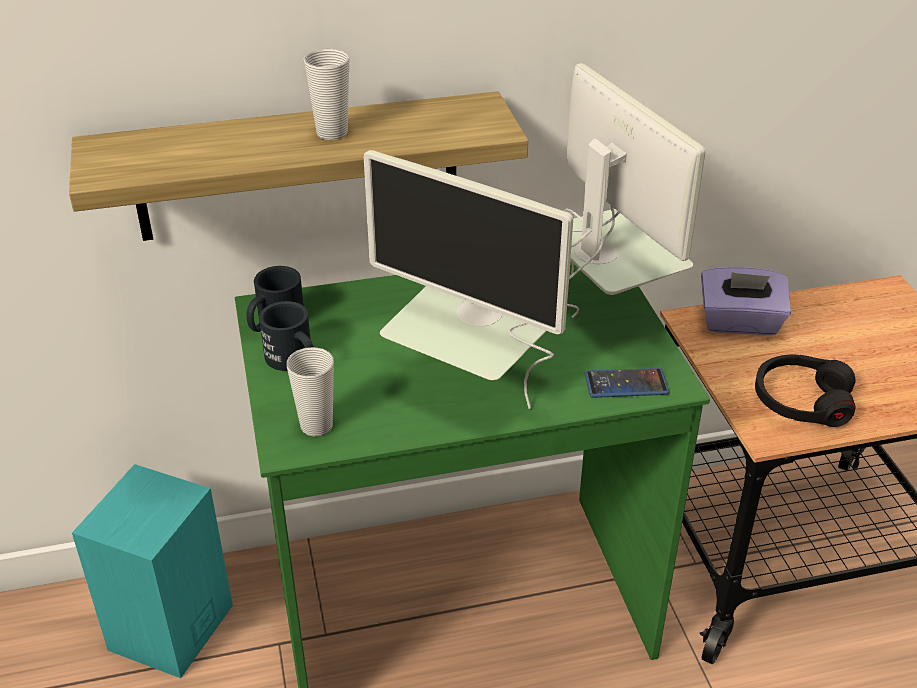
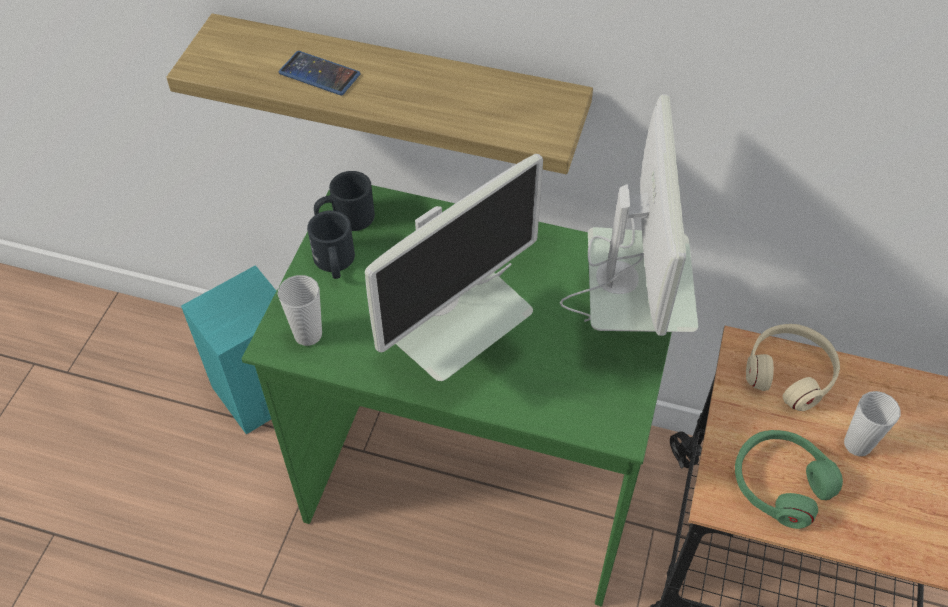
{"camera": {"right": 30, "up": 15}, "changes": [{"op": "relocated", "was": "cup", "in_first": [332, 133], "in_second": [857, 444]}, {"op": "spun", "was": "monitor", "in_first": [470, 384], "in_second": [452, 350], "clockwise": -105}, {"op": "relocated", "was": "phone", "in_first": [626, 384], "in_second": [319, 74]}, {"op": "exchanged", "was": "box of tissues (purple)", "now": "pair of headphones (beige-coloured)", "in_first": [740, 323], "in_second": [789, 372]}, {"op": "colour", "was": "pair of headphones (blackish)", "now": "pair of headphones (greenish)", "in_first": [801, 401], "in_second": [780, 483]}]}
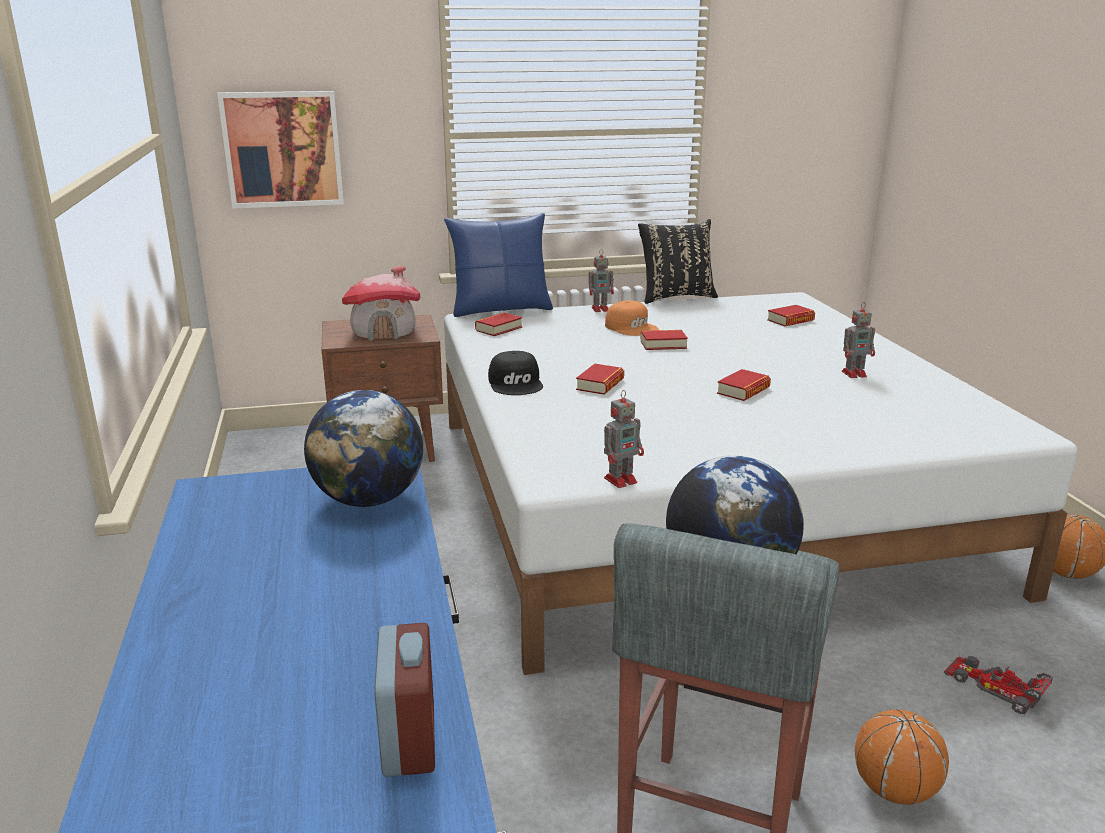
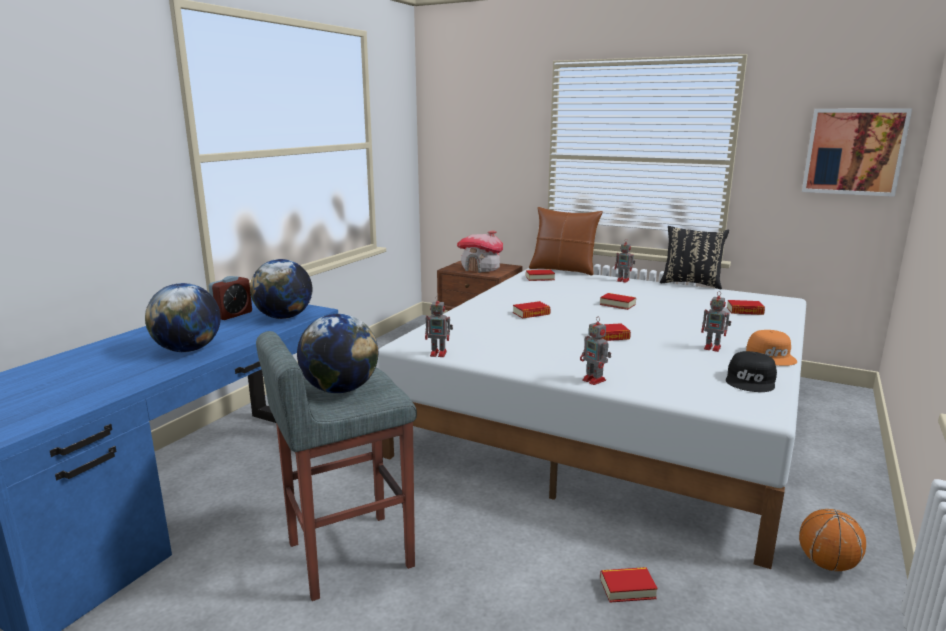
{"camera": {"right": 40, "up": -5}, "changes": [{"op": "relocated", "was": "wall picture", "in_first": [283, 149], "in_second": [854, 151]}, {"op": "relocated", "was": "bedside clock", "in_first": [409, 739], "in_second": [232, 315]}, {"op": "colour", "was": "throw pillow (blue-coloured)", "now": "throw pillow (brown-coloured)", "in_first": [500, 309], "in_second": [563, 270]}, {"op": "relocated", "was": "peaked cap (blackish)", "in_first": [516, 383], "in_second": [751, 380]}, {"op": "relocated", "was": "peaked cap (orange)", "in_first": [631, 327], "in_second": [771, 356]}, {"op": "missing", "was": "basketball", "in_first": [894, 790]}, {"op": "exchanged", "was": "toy car", "now": "book", "in_first": [995, 686], "in_second": [627, 588]}, {"op": "appeared", "now": "desk globe", "in_second": [188, 350]}, {"op": "appeared", "now": "toy robot", "in_second": [595, 380]}]}
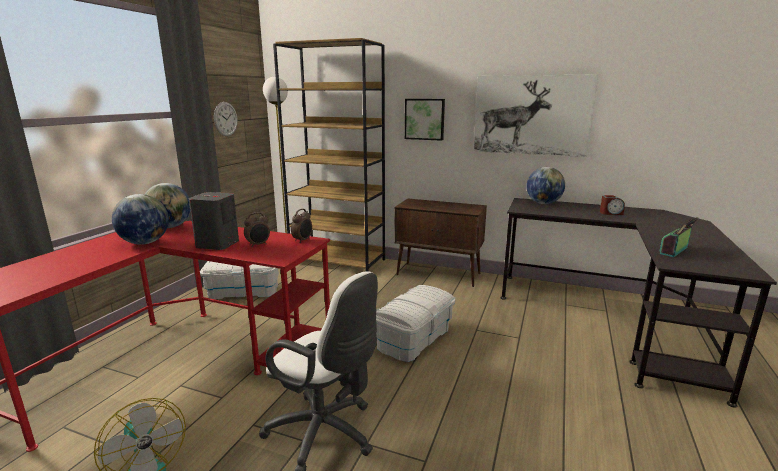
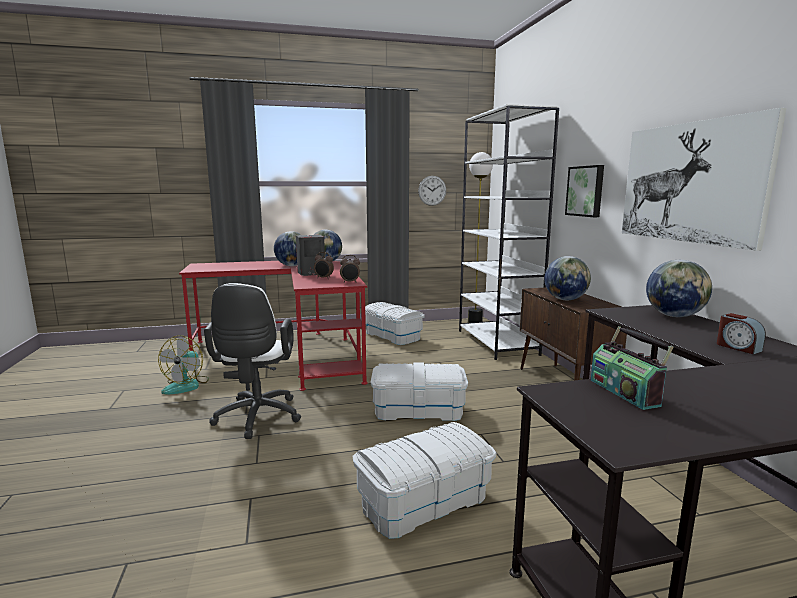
{"camera": {"right": 55, "up": -5}, "changes": [{"op": "colour", "was": "shelving unit (brown-coloured)", "now": "shelving unit (white-coloured)", "in_first": [338, 261], "in_second": [497, 342]}, {"op": "spun", "was": "radio set", "in_first": [675, 251], "in_second": [625, 392], "clockwise": -120}, {"op": "appeared", "now": "storage bin (white-coloured)", "in_second": [424, 502]}, {"op": "appeared", "now": "desk globe", "in_second": [565, 299]}]}
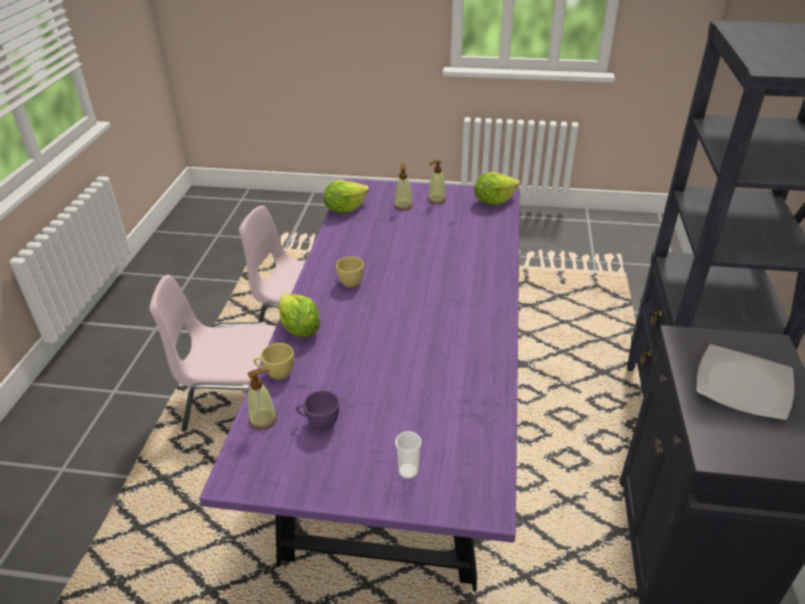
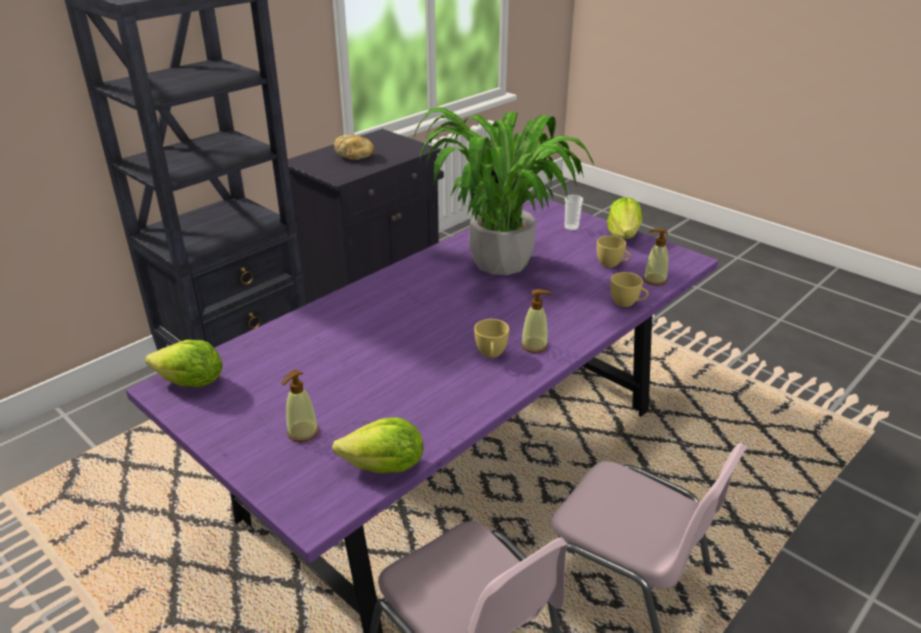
{"camera": {"right": -145, "up": -5}, "changes": [{"op": "relocated", "was": "head of lettuce", "in_first": [299, 329], "in_second": [623, 235]}, {"op": "colour", "was": "cup (purple)", "now": "cup (yellowish)", "in_first": [319, 423], "in_second": [612, 264]}, {"op": "relocated", "was": "liquid soap bottle", "in_first": [436, 199], "in_second": [534, 345]}, {"op": "exchanged", "was": "flat dish", "now": "baked bread", "in_first": [744, 386], "in_second": [355, 156]}, {"op": "appeared", "now": "plant in a pot", "in_second": [502, 262]}]}
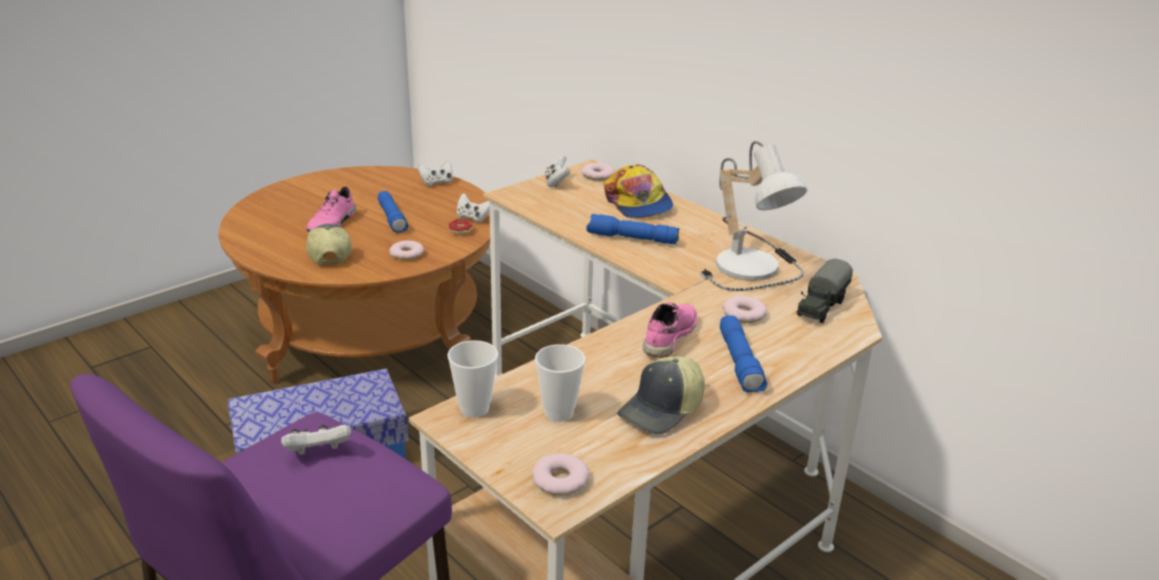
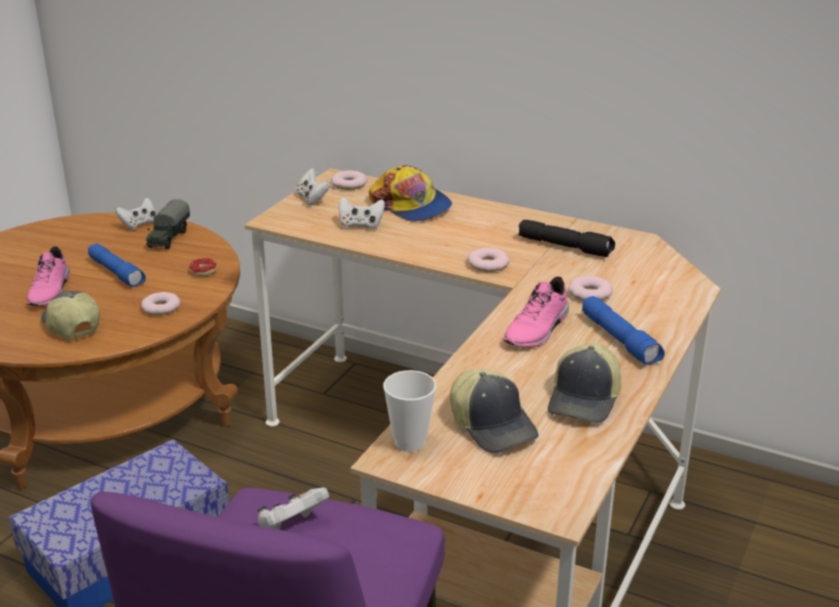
{"camera": {"right": -20, "up": 0}, "changes": [{"op": "relocated", "was": "joypad (white-coloured)", "in_first": [473, 218], "in_second": [361, 225]}, {"op": "relocated", "was": "ring doughnut", "in_first": [559, 479], "in_second": [487, 264]}, {"op": "exchanged", "was": "cup", "now": "peaked cap", "in_first": [559, 412], "in_second": [493, 426]}, {"op": "missing", "was": "flashlight (blue-coloured)", "in_first": [631, 239]}, {"op": "spun", "was": "item of footwear (pink-coloured)", "in_first": [668, 337], "in_second": [538, 330], "clockwise": -150}, {"op": "exchanged", "was": "table lamp", "now": "flashlight (blackish)", "in_first": [754, 266], "in_second": [566, 247]}, {"op": "relocated", "was": "model truck", "in_first": [821, 307], "in_second": [168, 238]}]}
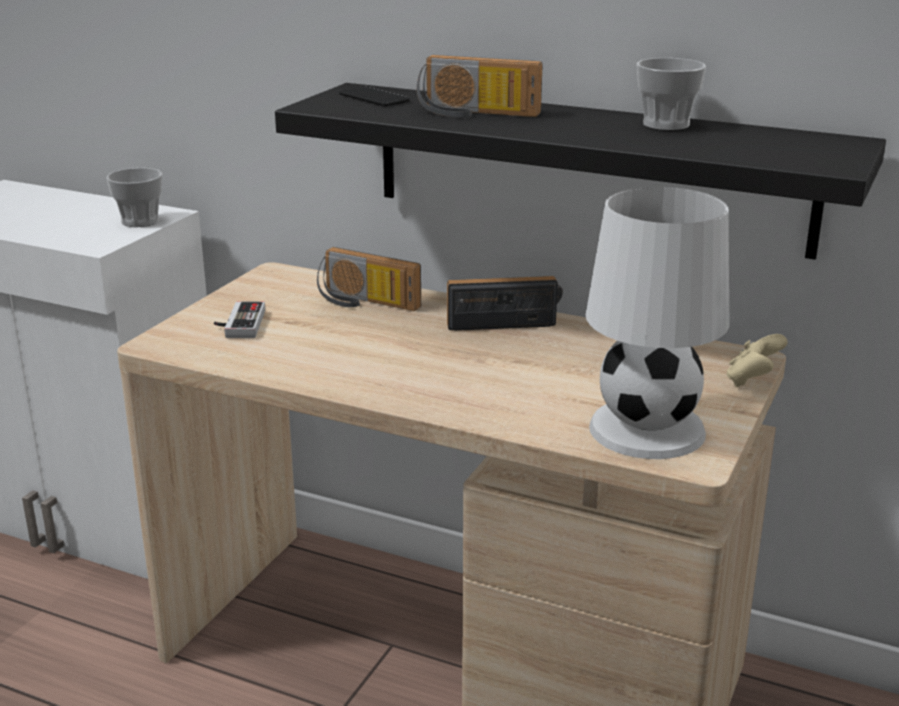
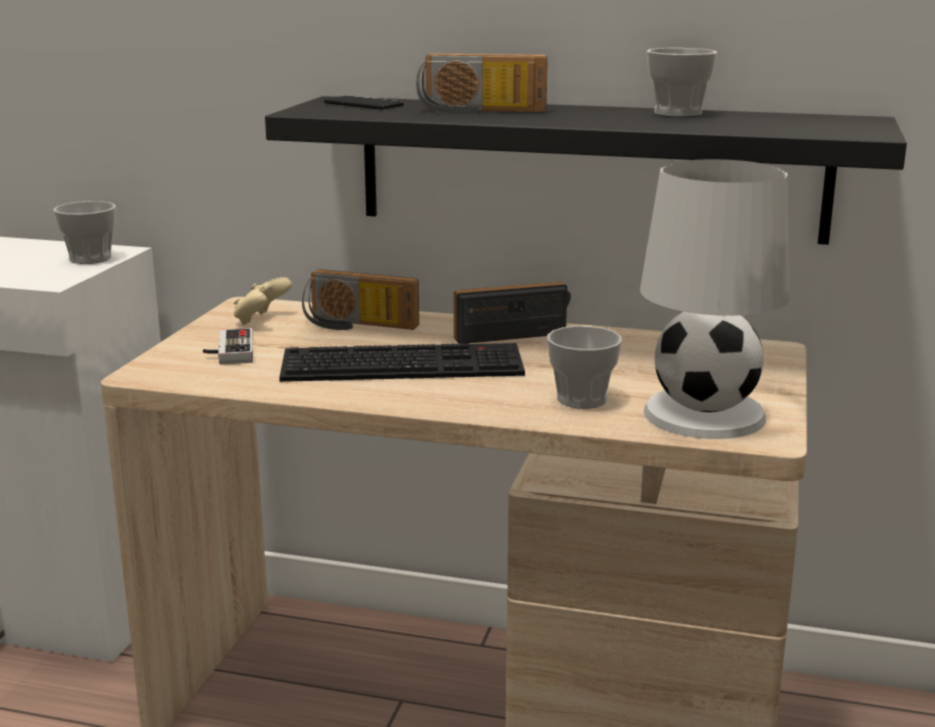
{"camera": {"right": -10, "up": -5}, "changes": [{"op": "relocated", "was": "joypad (beige-coloured)", "in_first": [752, 381], "in_second": [261, 320]}, {"op": "appeared", "now": "PC keyboard", "in_second": [405, 363]}, {"op": "appeared", "now": "cup", "in_second": [582, 399]}]}
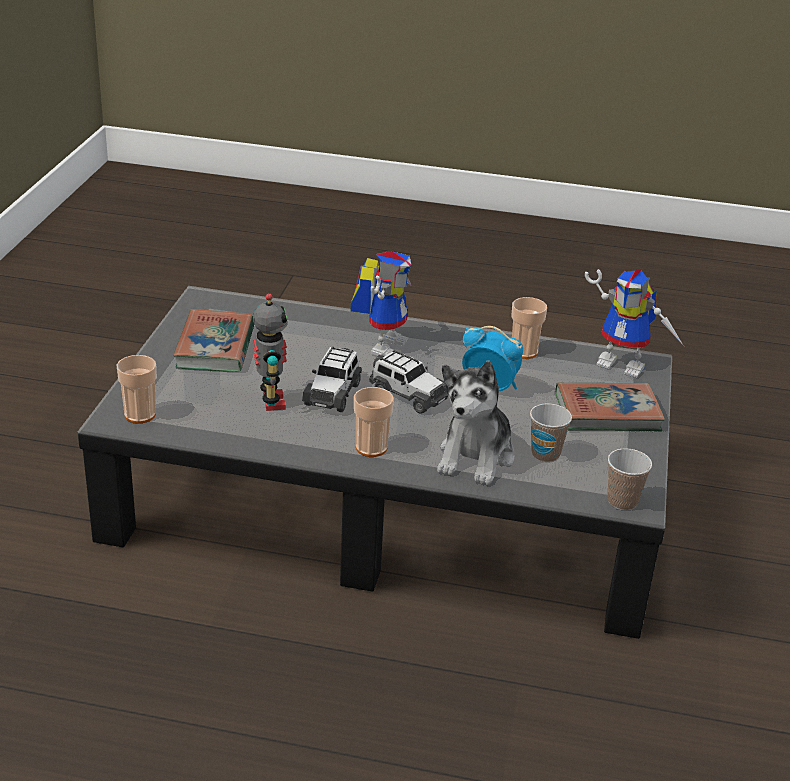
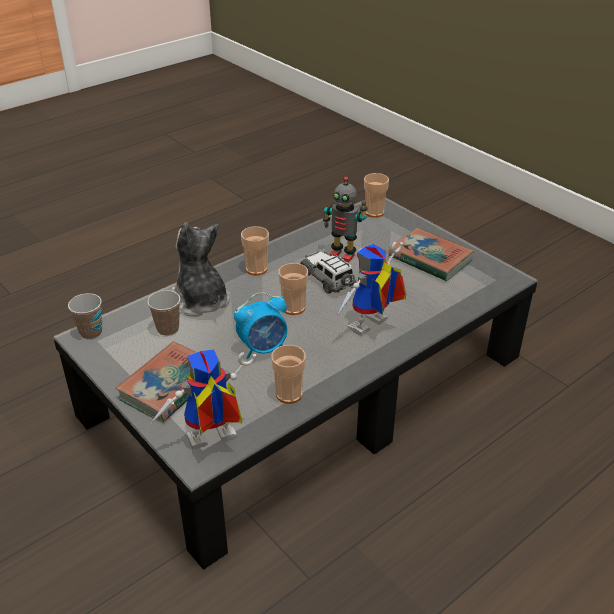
{"camera": {"right": 130, "up": 5}, "changes": [{"op": "spun", "was": "toy robot", "in_first": [383, 343], "in_second": [370, 328], "clockwise": 75}, {"op": "exchanged", "was": "toy car", "now": "cup", "in_first": [408, 395], "in_second": [293, 307]}]}
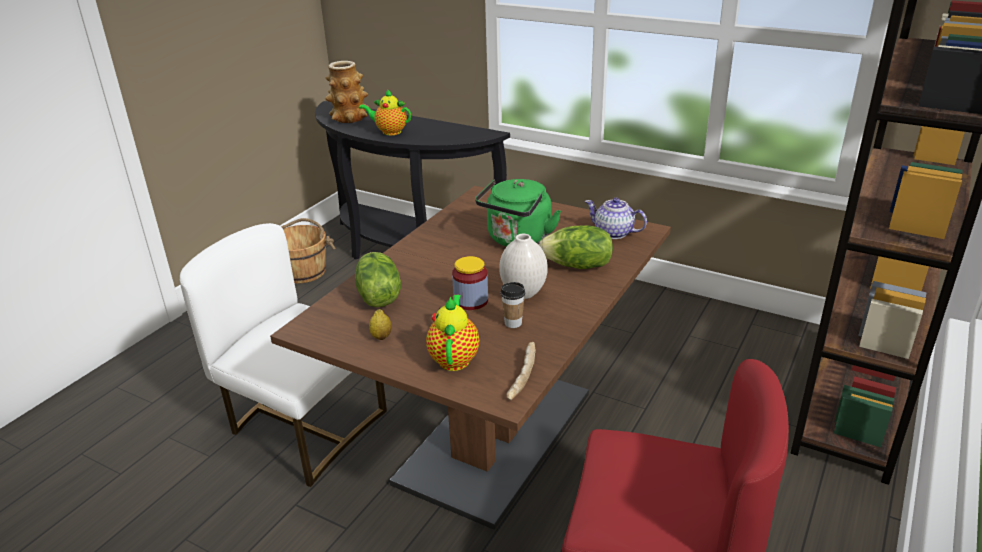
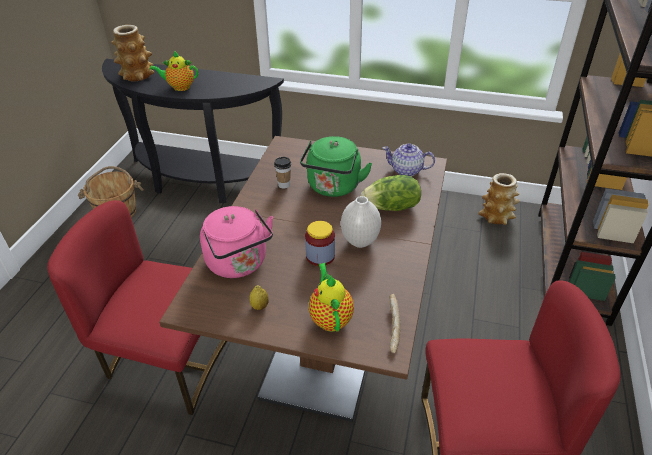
{"camera": {"right": -15, "up": 10}, "changes": [{"op": "colour", "was": "upright chair (white-coloured)", "now": "upright chair (red-coloured)", "in_first": [304, 427], "in_second": [168, 360]}, {"op": "exchanged", "was": "head of lettuce", "now": "water kettle (pink-coloured)", "in_first": [378, 296], "in_second": [239, 264]}, {"op": "relocated", "was": "cup", "in_first": [513, 323], "in_second": [284, 185]}, {"op": "appeared", "now": "decorative vase", "in_second": [496, 217]}]}
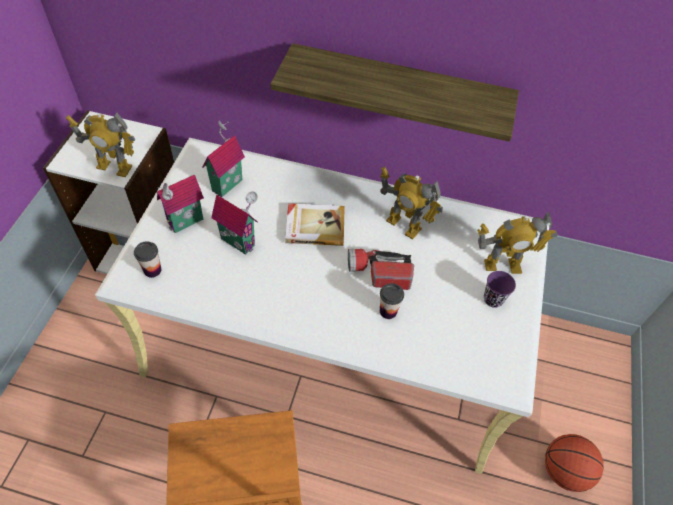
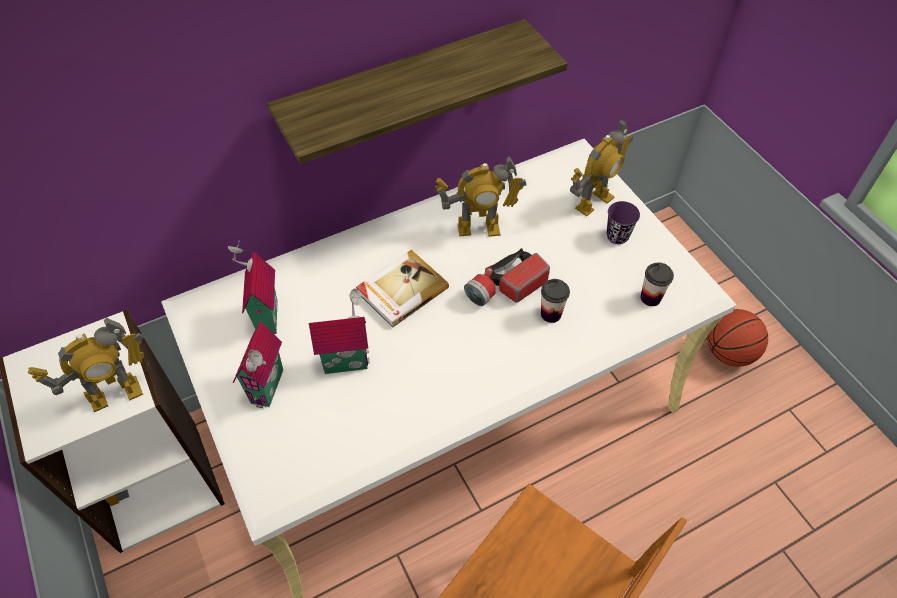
{"camera": {"right": -40, "up": 0}, "changes": [{"op": "relocated", "was": "cup", "in_first": [152, 270], "in_second": [650, 298]}]}
